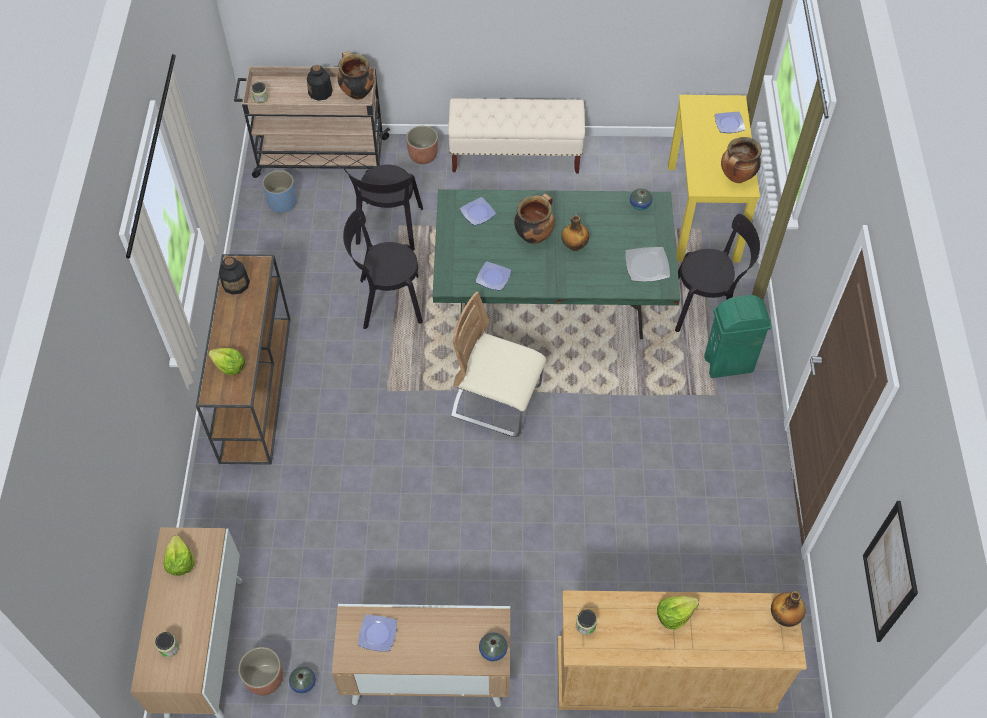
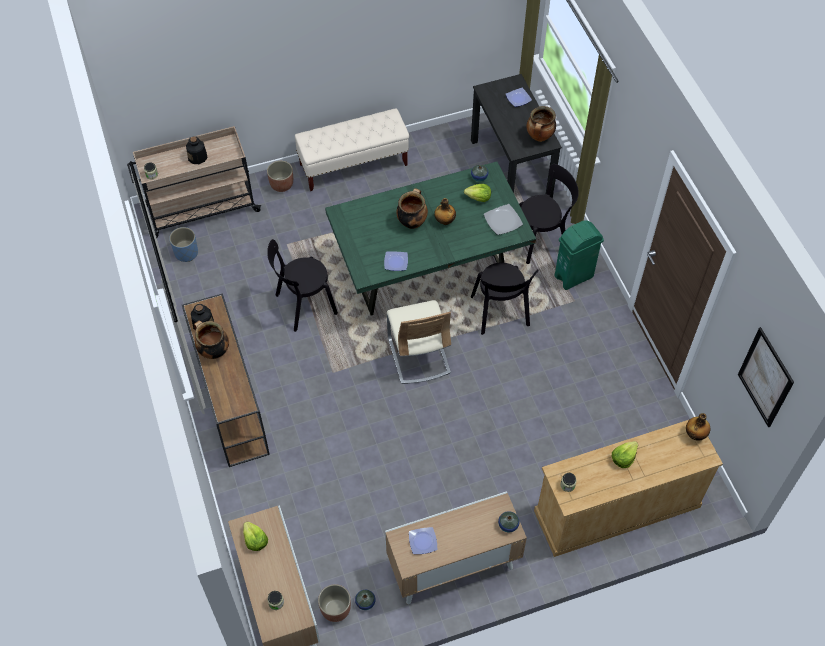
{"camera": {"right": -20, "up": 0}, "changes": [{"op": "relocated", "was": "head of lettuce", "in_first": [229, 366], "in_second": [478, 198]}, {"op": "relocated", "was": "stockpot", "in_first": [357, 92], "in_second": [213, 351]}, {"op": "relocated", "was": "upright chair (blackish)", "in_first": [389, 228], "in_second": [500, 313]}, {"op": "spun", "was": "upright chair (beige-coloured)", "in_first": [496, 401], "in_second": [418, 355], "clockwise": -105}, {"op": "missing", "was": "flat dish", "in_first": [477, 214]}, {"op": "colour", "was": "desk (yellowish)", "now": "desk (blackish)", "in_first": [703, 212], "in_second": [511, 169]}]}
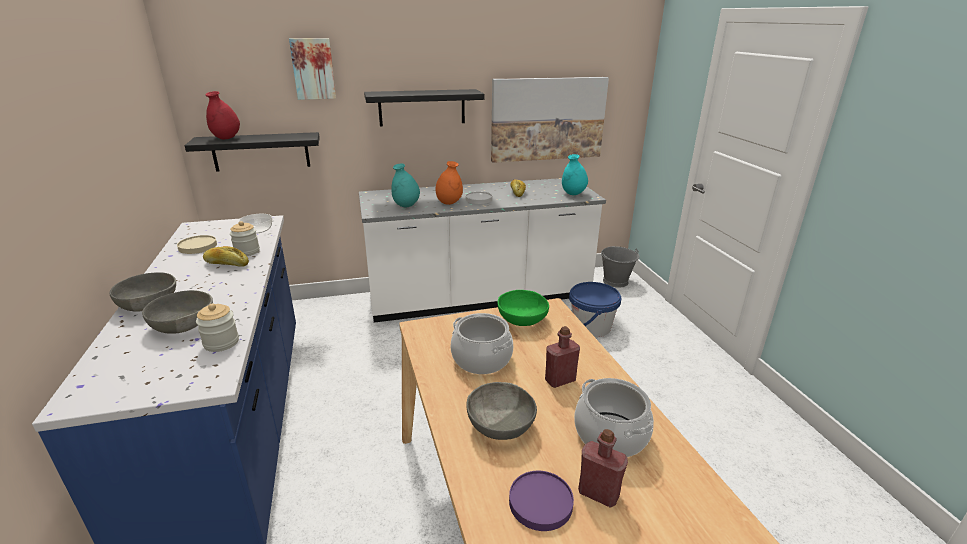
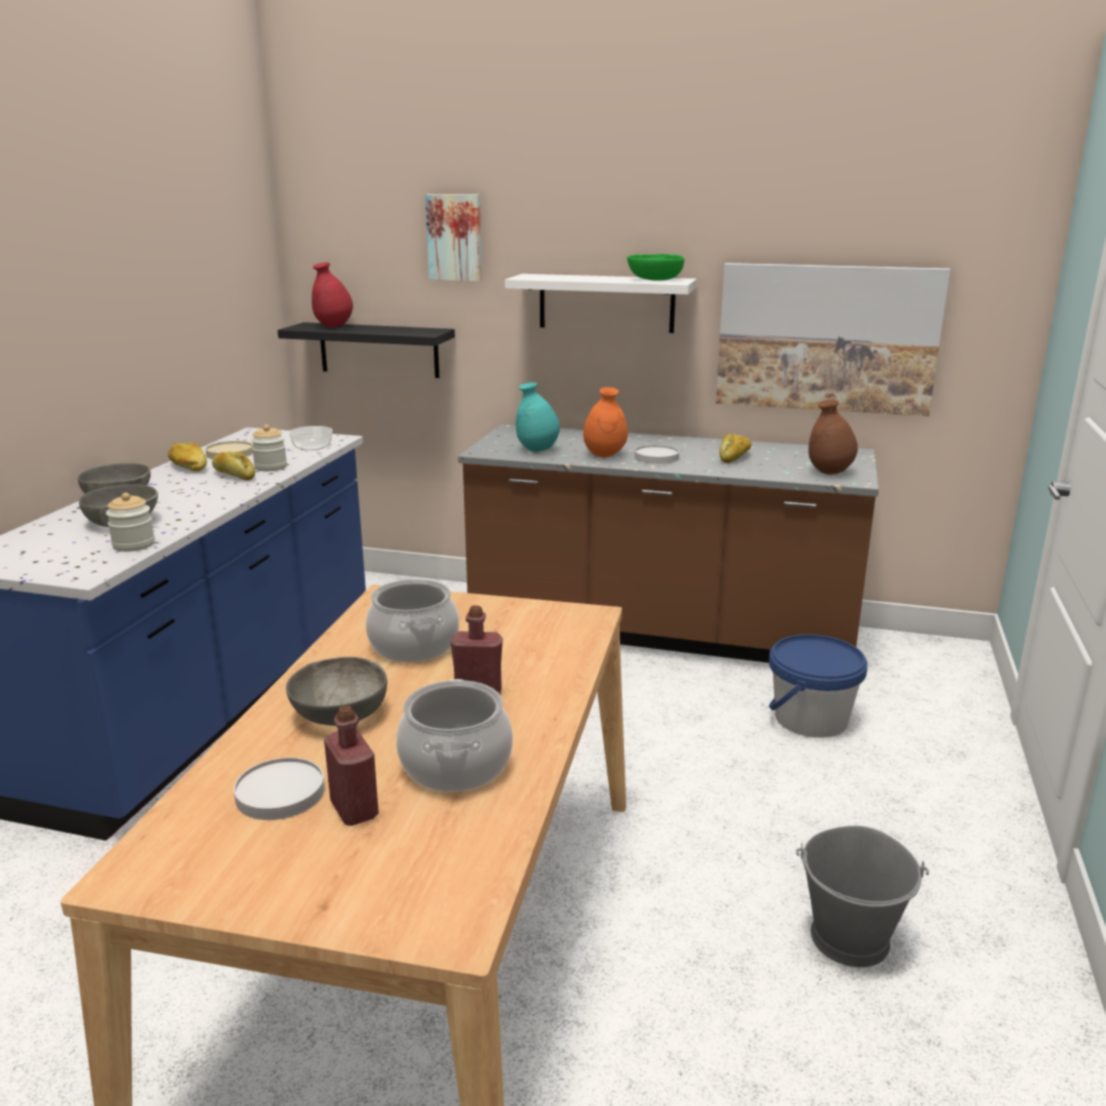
{"camera": {"right": 30, "up": -5}, "changes": [{"op": "colour", "was": "kitchen counter (white-coloured)", "now": "kitchen counter (brown-coloured)", "in_first": [479, 298], "in_second": [660, 632]}, {"op": "colour", "was": "wall shelf (blackish)", "now": "wall shelf (white-coloured)", "in_first": [422, 107], "in_second": [606, 303]}, {"op": "relocated", "was": "deep dish (greenish)", "in_first": [521, 320], "in_second": [654, 279]}, {"op": "colour", "was": "flat dish (purple)", "now": "flat dish (white-coloured)", "in_first": [541, 503], "in_second": [280, 793]}, {"op": "colour", "was": "decorative vase (turquoise)", "now": "decorative vase (brown-coloured)", "in_first": [573, 194], "in_second": [829, 472]}, {"op": "relocated", "was": "pail (greyish)", "in_first": [616, 281], "in_second": [851, 939]}, {"op": "appeared", "now": "baked bread", "in_second": [188, 467]}]}
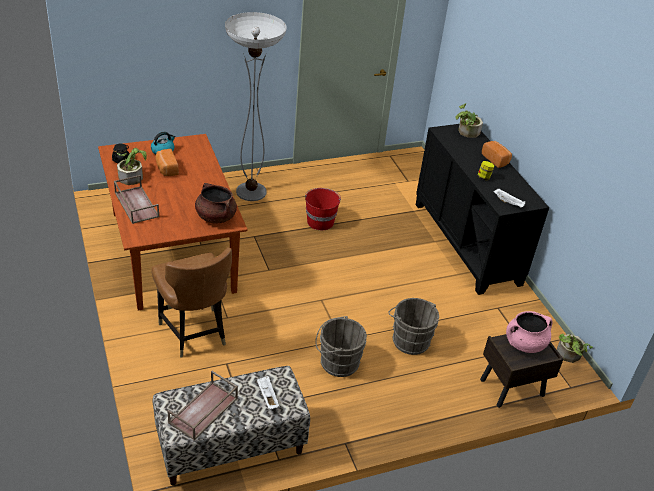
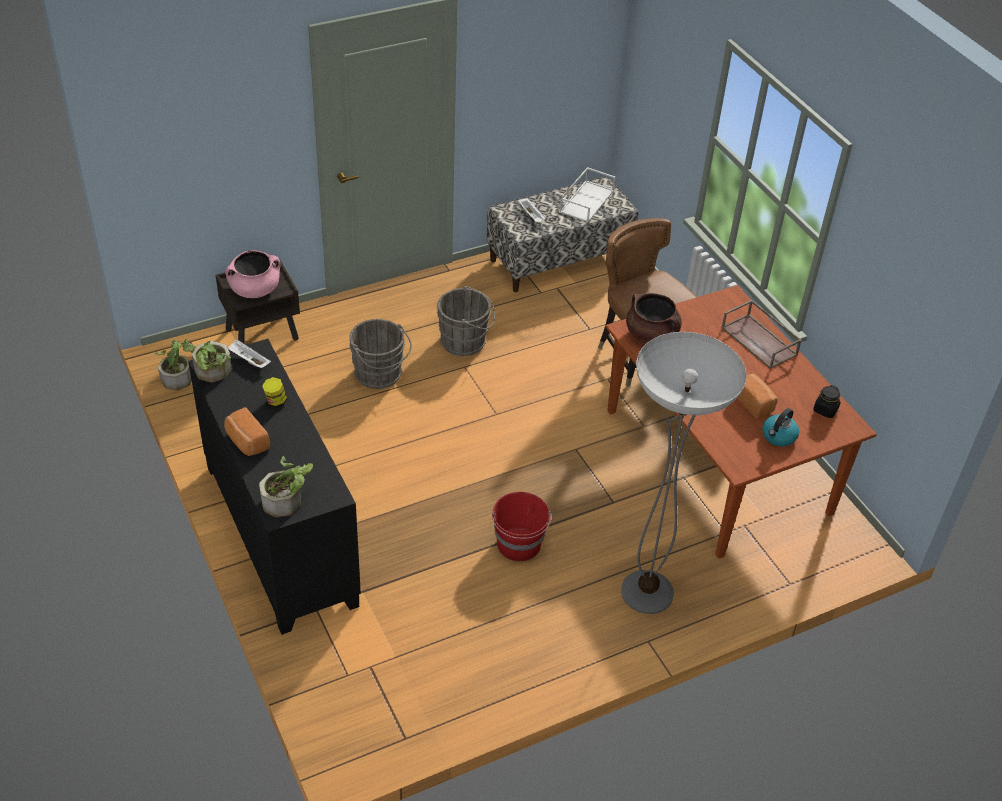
{"camera": {"right": 175, "up": 5}, "changes": [{"op": "relocated", "was": "plant in a pot", "in_first": [132, 176], "in_second": [211, 373]}, {"op": "colour", "was": "carrying tray (brown-coloured)", "now": "carrying tray (white-coloured)", "in_first": [203, 411], "in_second": [586, 200]}]}
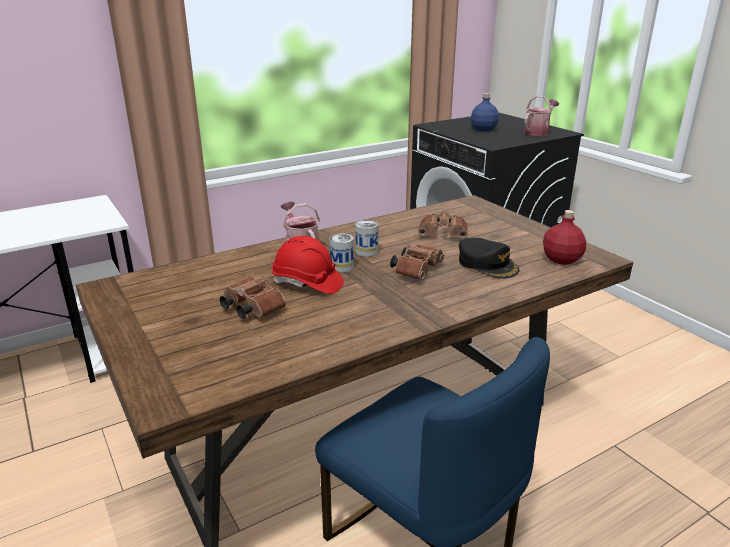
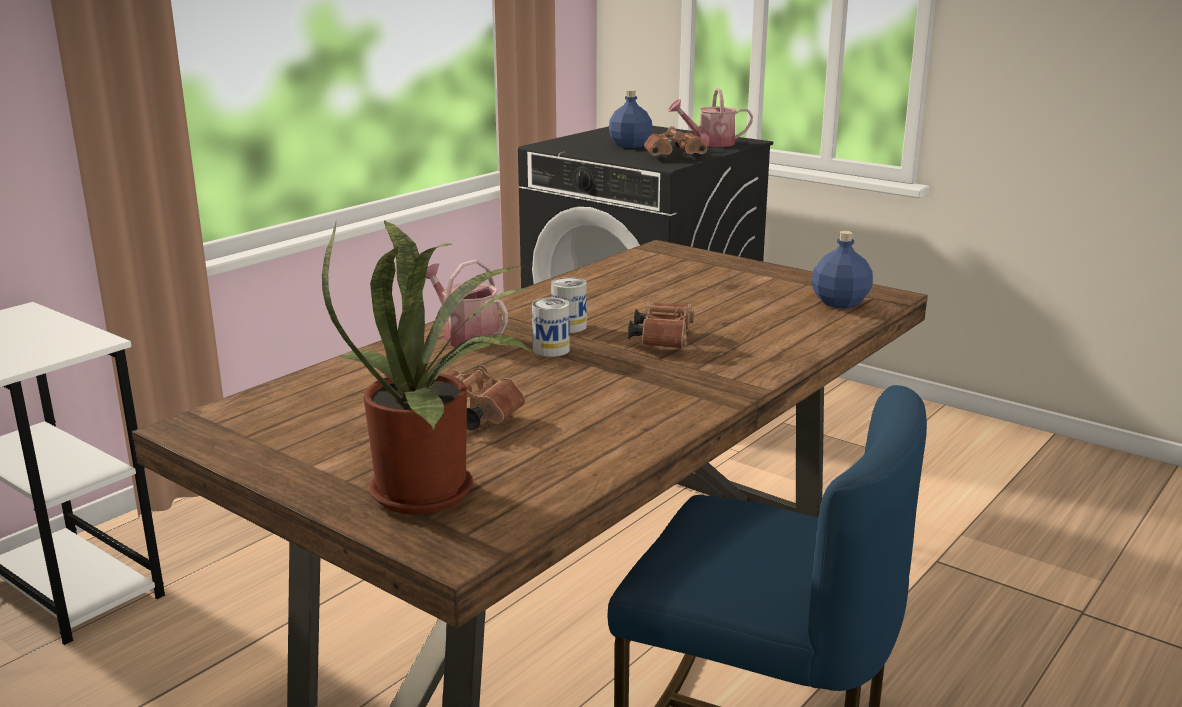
{"camera": {"right": -20, "up": -5}, "changes": [{"op": "missing", "was": "safety helmet (red-coloured)", "in_first": [307, 283]}, {"op": "relocated", "was": "field glasses (brown-coloured)", "in_first": [444, 235], "in_second": [675, 156]}, {"op": "missing", "was": "peaked cap (blackish)", "in_first": [487, 264]}, {"op": "spun", "was": "watering pot", "in_first": [538, 132], "in_second": [710, 143], "clockwise": -120}, {"op": "colour", "was": "bottle (red-coloured)", "now": "bottle (blue-coloured)", "in_first": [561, 259], "in_second": [839, 303]}, {"op": "appeared", "now": "plant in a pot", "in_second": [434, 491]}]}
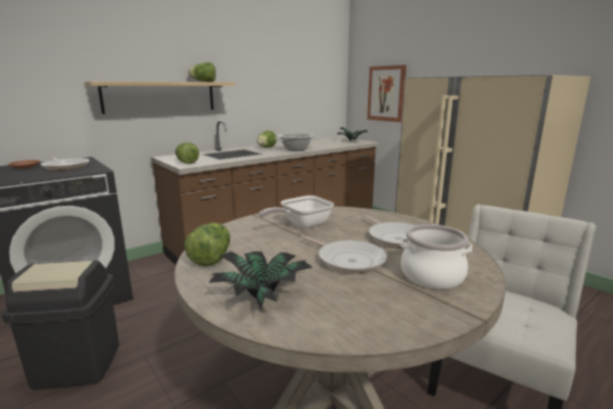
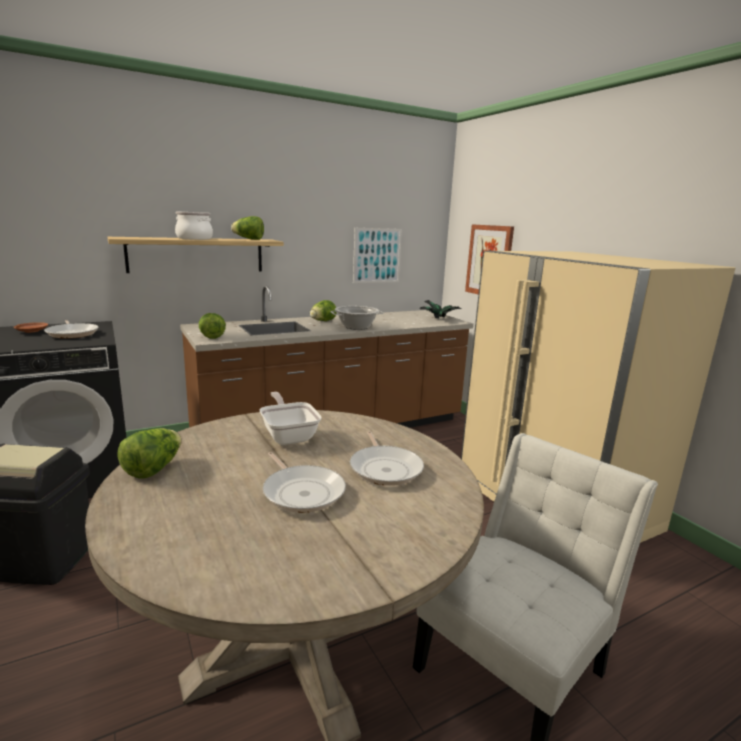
{"camera": {"right": 10, "up": 0}, "changes": [{"op": "missing", "was": "plant in a pot", "in_first": [264, 296]}, {"op": "spun", "was": "frying pan", "in_first": [302, 225], "in_second": [289, 435], "clockwise": 90}, {"op": "relocated", "was": "stockpot", "in_first": [432, 276], "in_second": [194, 238]}, {"op": "appeared", "now": "wall picture", "in_second": [377, 255]}]}
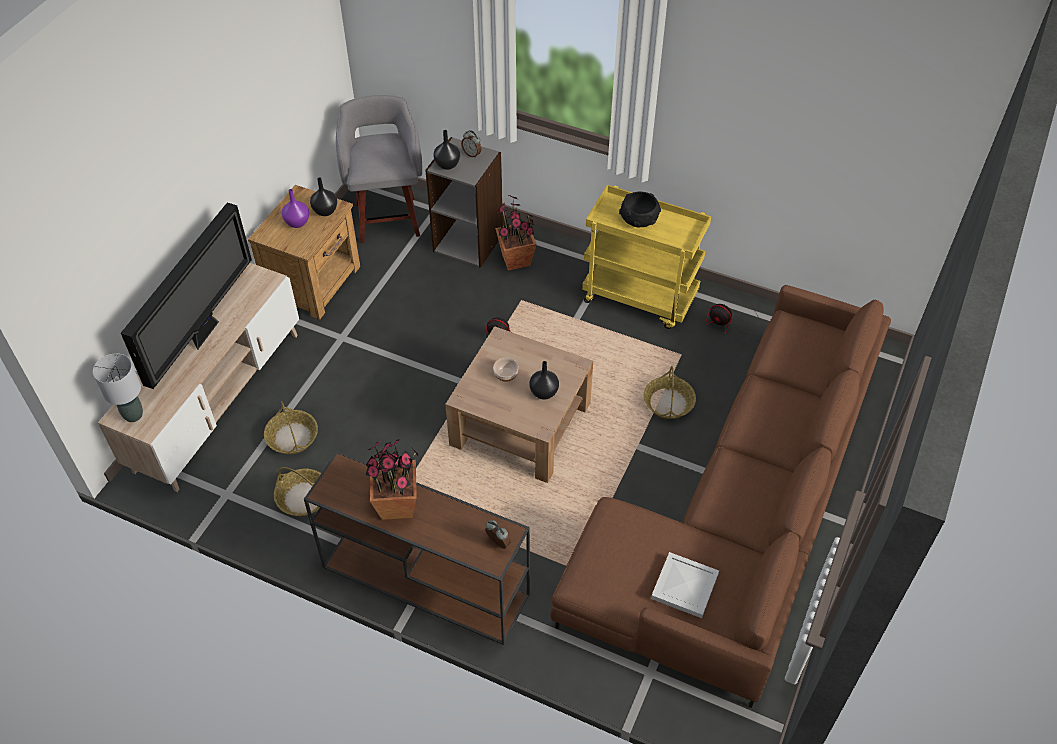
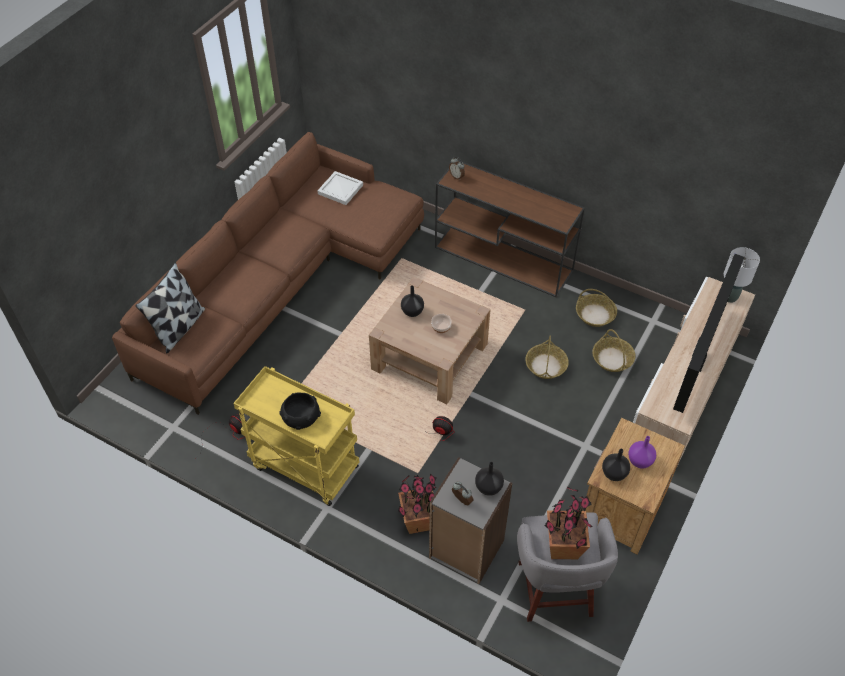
{"camera": {"right": -175, "up": 0}, "changes": [{"op": "relocated", "was": "plant in a pot", "in_first": [398, 505], "in_second": [562, 547]}, {"op": "relocated", "was": "basket", "in_first": [668, 402], "in_second": [546, 366]}, {"op": "appeared", "now": "throw pillow", "in_second": [179, 328]}]}
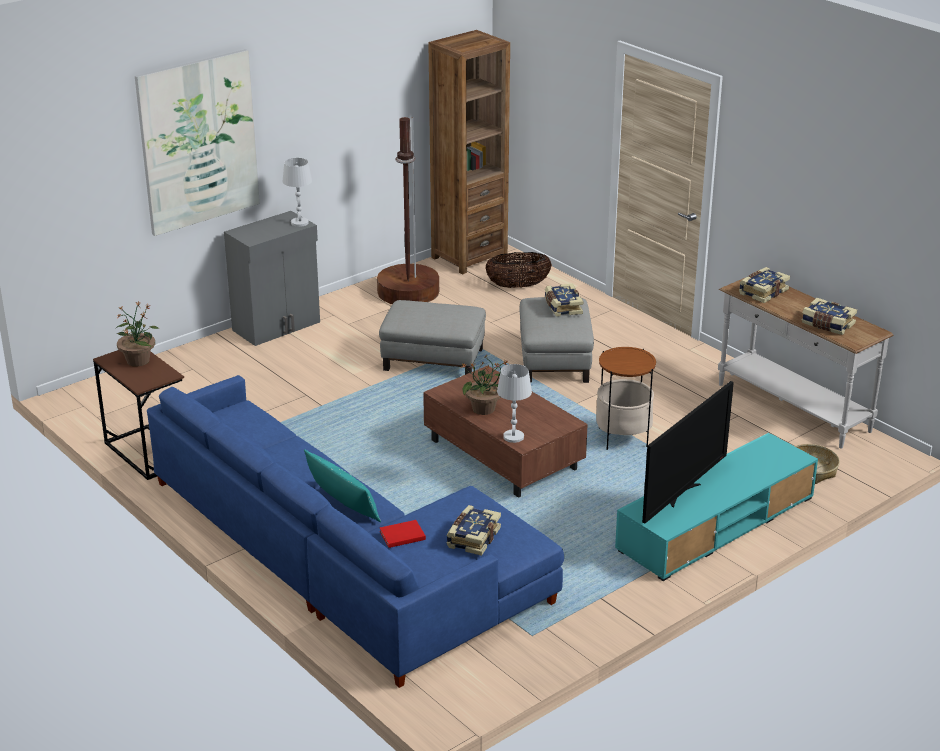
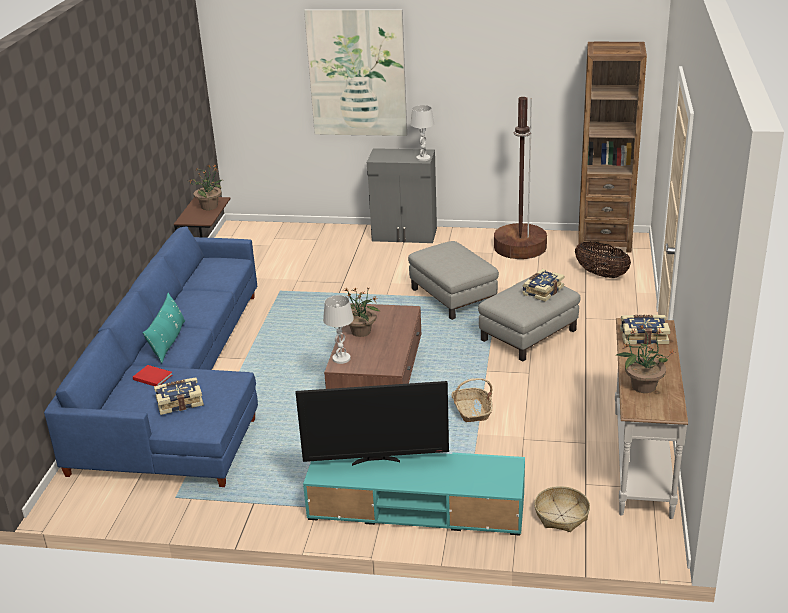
{"camera": {"right": 50, "up": 0}, "changes": [{"op": "exchanged", "was": "side table", "now": "basket", "in_first": [623, 438], "in_second": [472, 411]}, {"op": "exchanged", "was": "book", "now": "plant in a pot", "in_first": [827, 324], "in_second": [642, 386]}]}
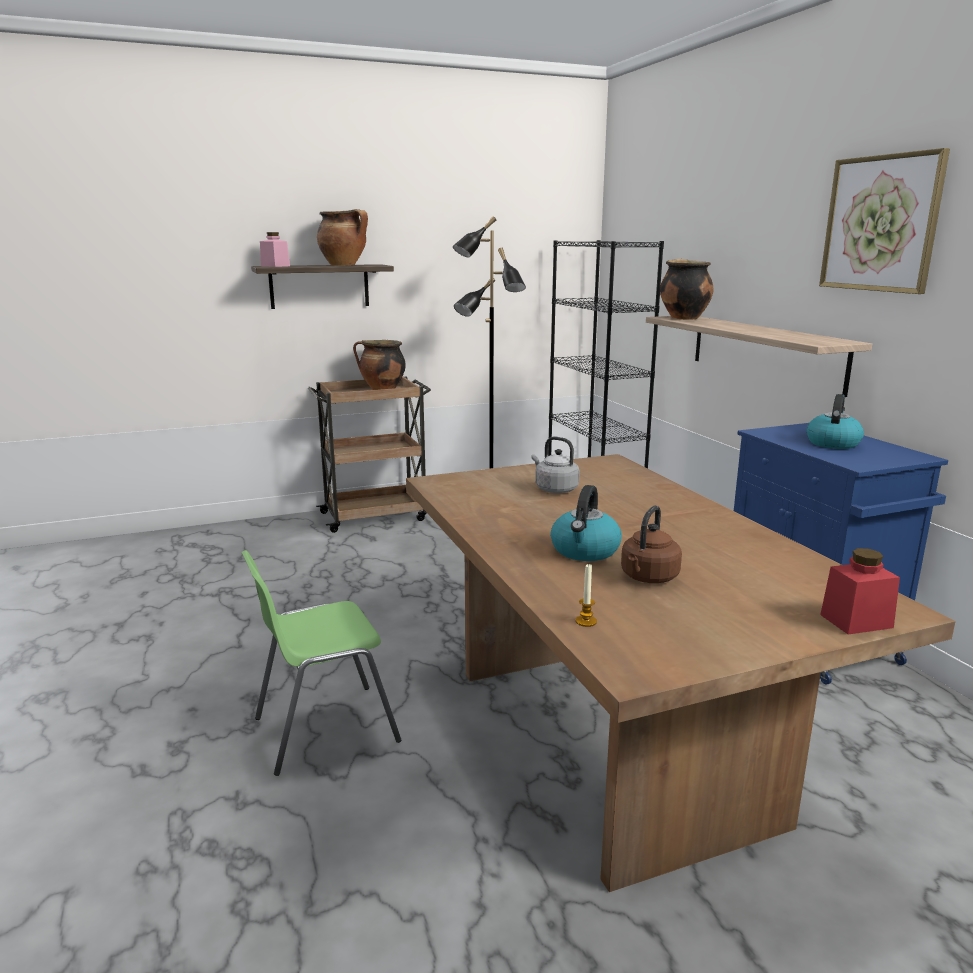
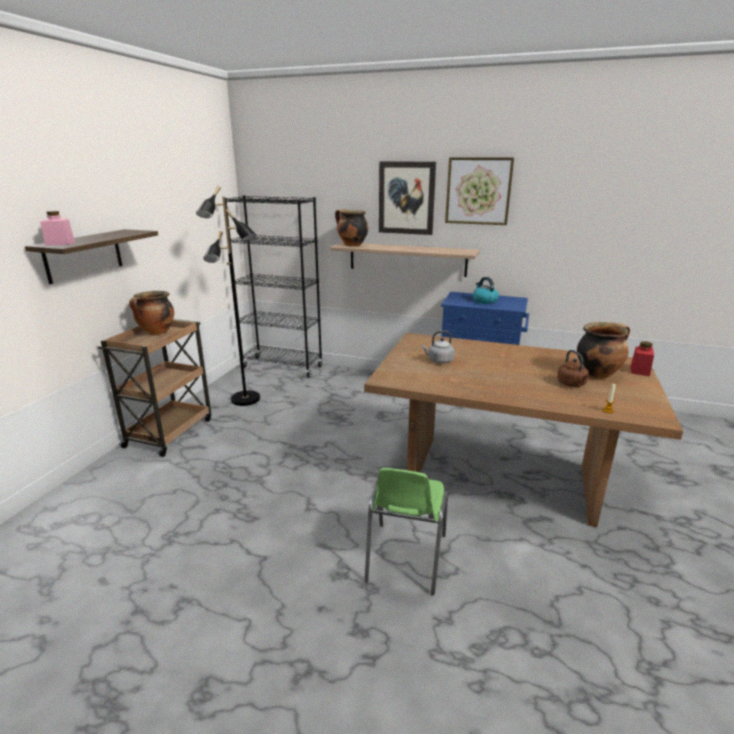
{"camera": {"right": -50, "up": 5}, "changes": [{"op": "relocated", "was": "stockpot", "in_first": [344, 265], "in_second": [597, 373]}, {"op": "missing", "was": "water kettle", "in_first": [585, 551]}, {"op": "appeared", "now": "wall picture", "in_second": [406, 198]}]}
